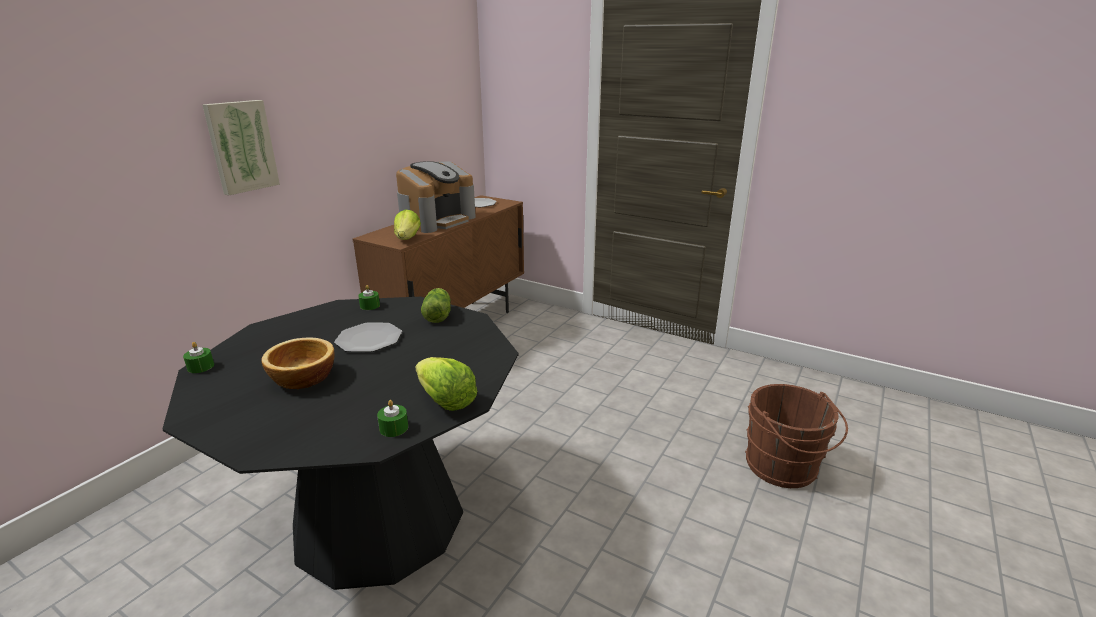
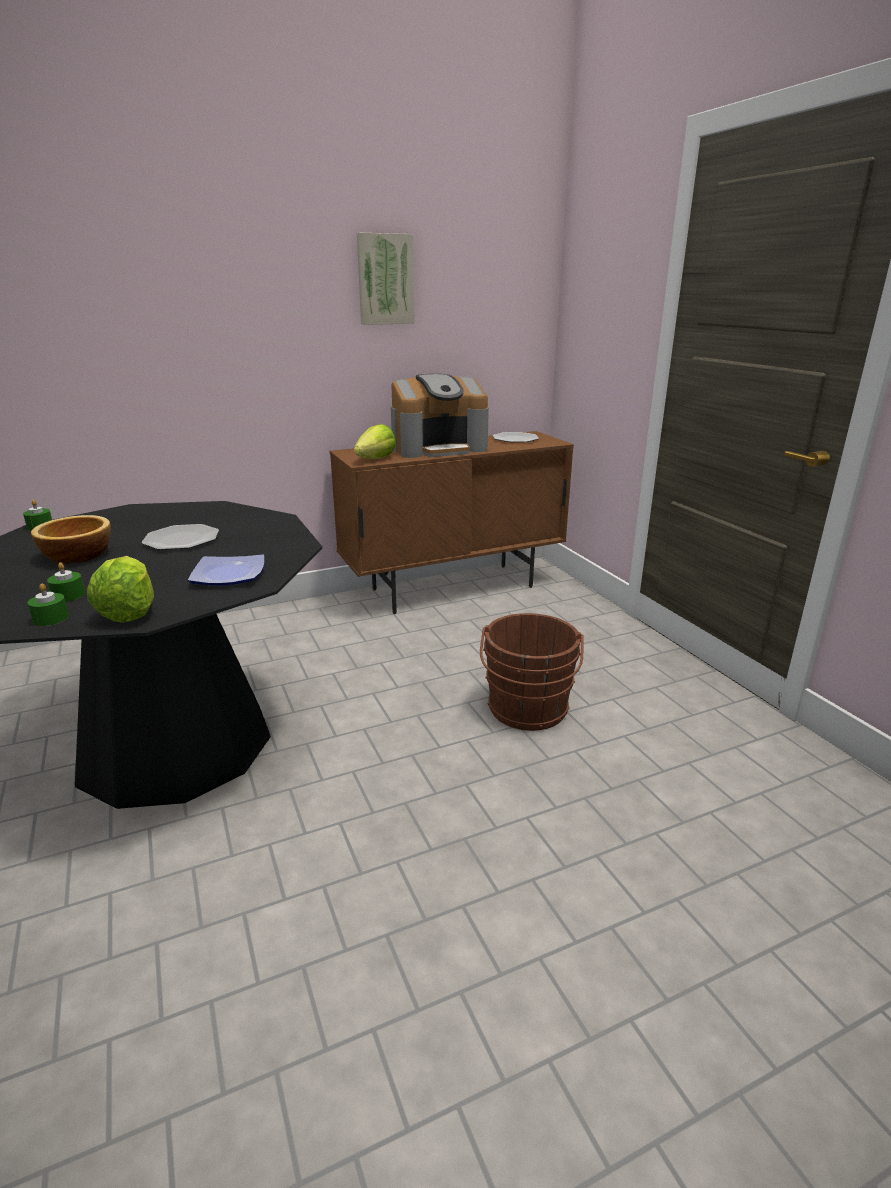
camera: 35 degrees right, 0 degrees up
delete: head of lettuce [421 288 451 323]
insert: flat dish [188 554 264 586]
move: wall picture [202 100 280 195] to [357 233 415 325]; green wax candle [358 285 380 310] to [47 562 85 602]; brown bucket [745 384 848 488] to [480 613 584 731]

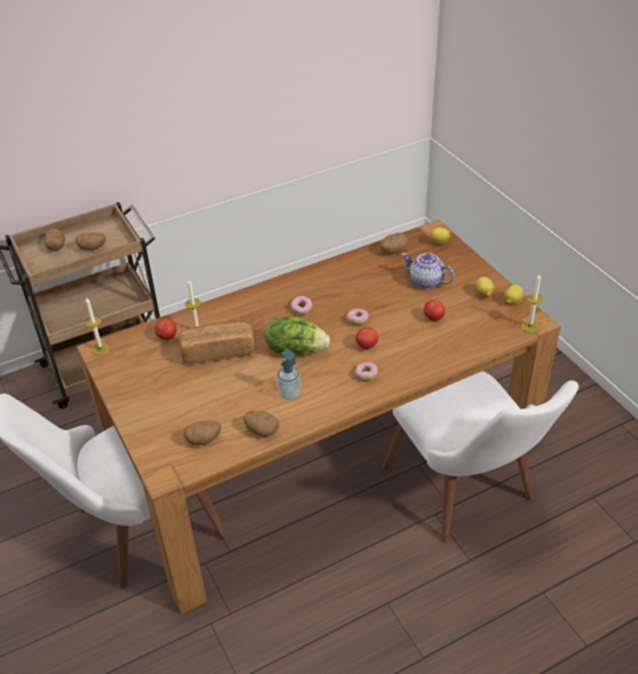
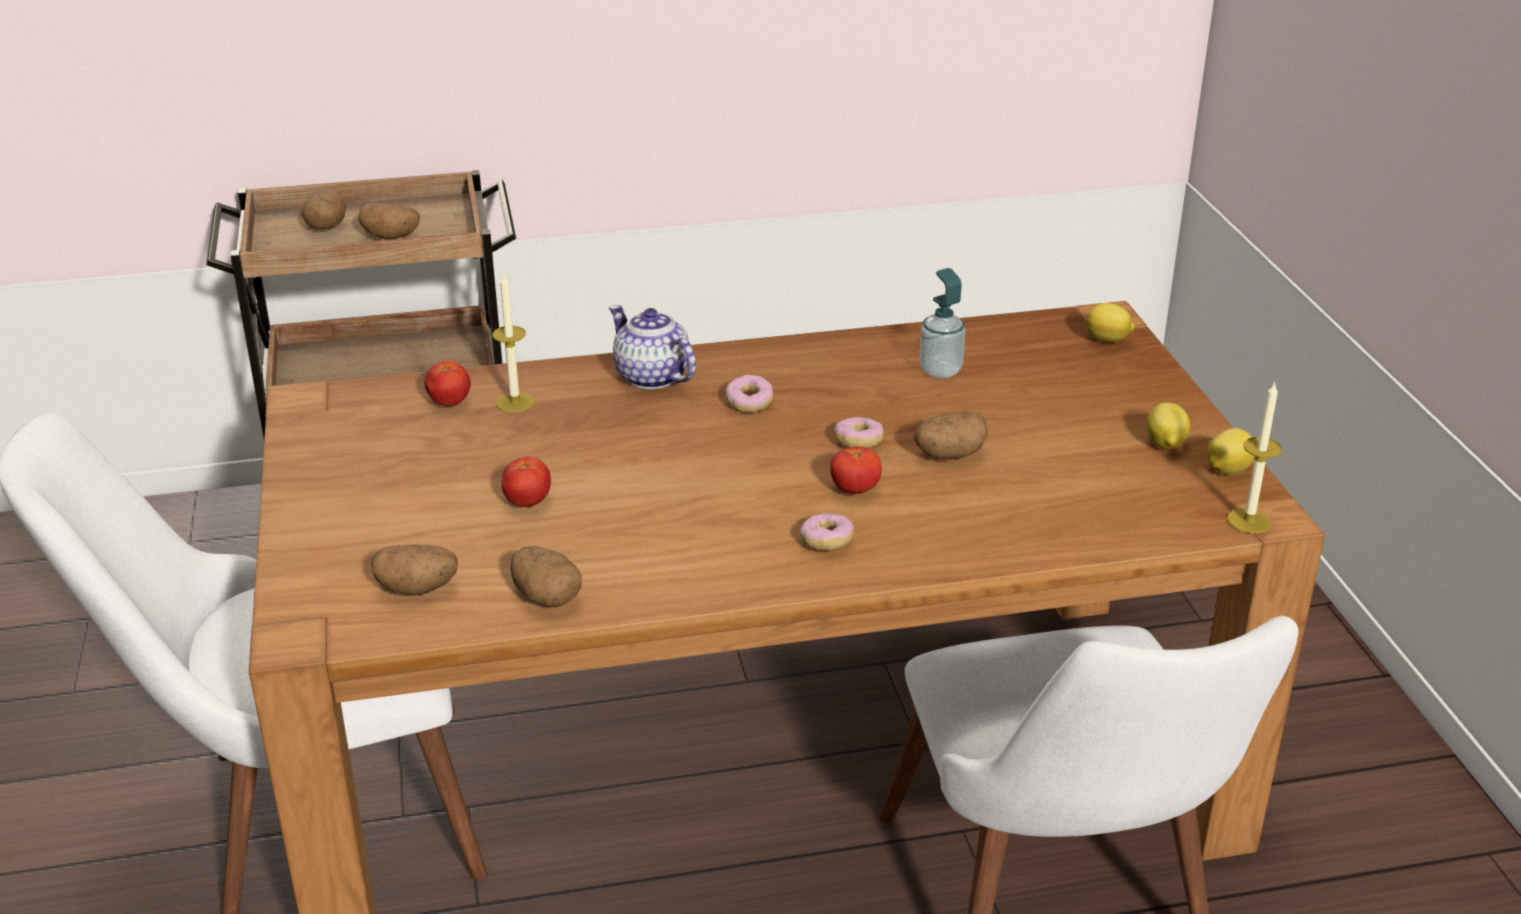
camera: 15 degrees right, 10 degrees down
delete: wax candle [85 298 110 355]; head of lettuce [265 317 330 356]; bread [178 321 255 364]
move: potato [380 232 407 254] to [914 412 987 460]; tea pot [402 253 454 289] to [609 305 696 389]; tomato [424 299 445 321] to [502 456 551 507]; liquid soap bottle [277 349 301 399] to [920 268 965 379]

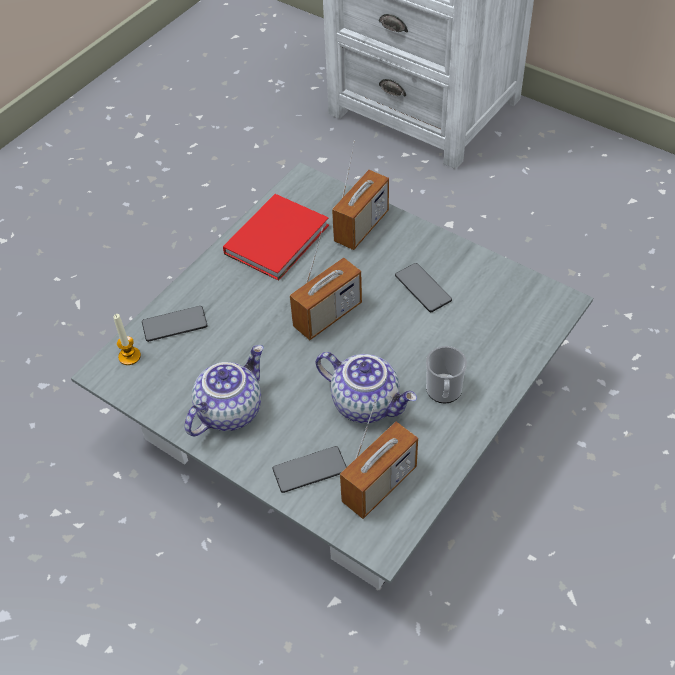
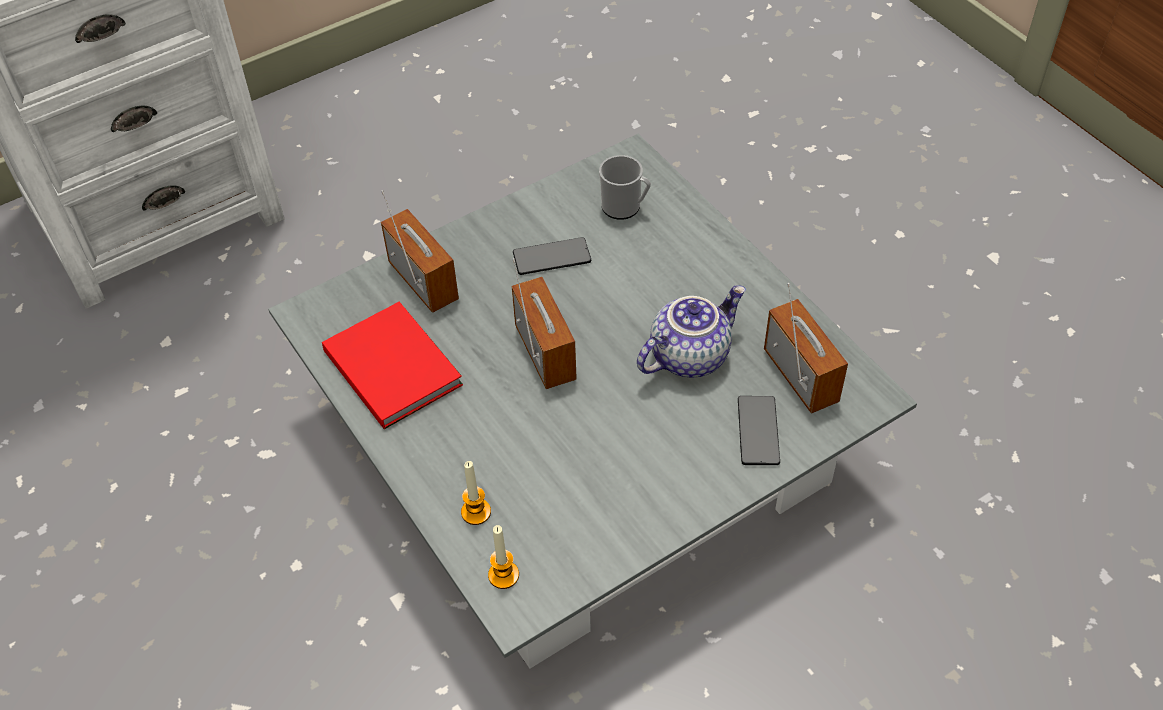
camera: 70 degrees left, 0 degrees up
delete: tea pot [184 345 264 436]
move: tea mug [426 346 467 404] to [599 155 651 220]
replace: handset [142 306 208 342] to wax candle [461 461 491 525]

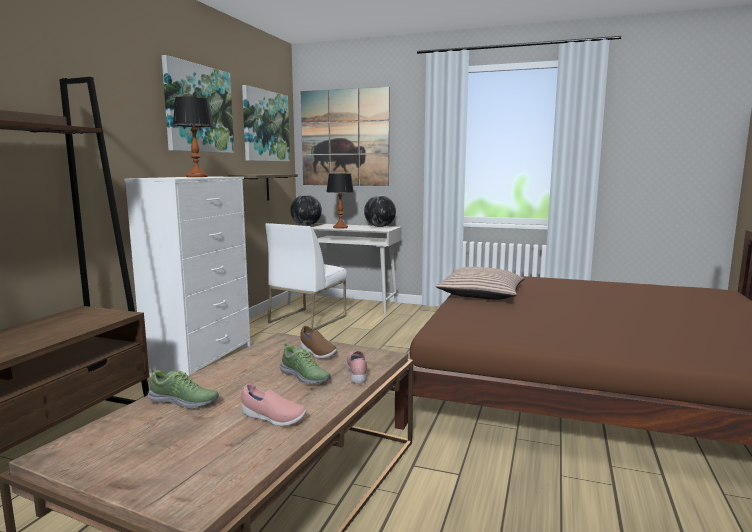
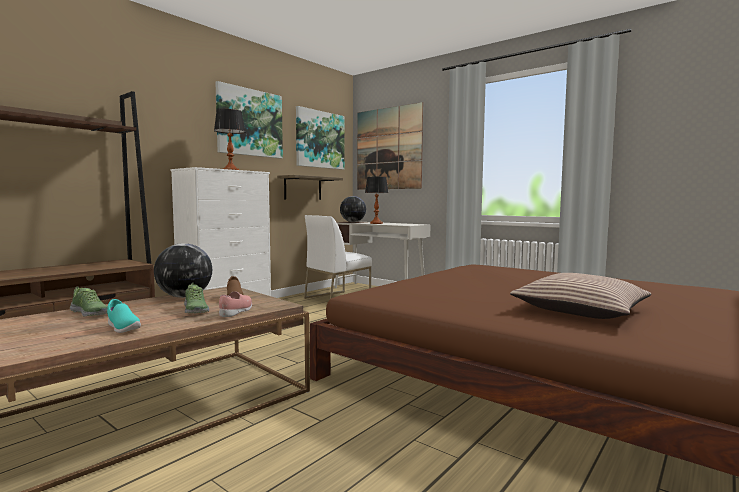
camera: 20 degrees right, 5 degrees down
move: desk globe [364 195 396 227] to [154 243 212 298]; pillow [436 267 524 300] to [510 273 651 319]
recolor: pink shoe [241 384 306 426] to turquoise shoe [107 299 141 333]

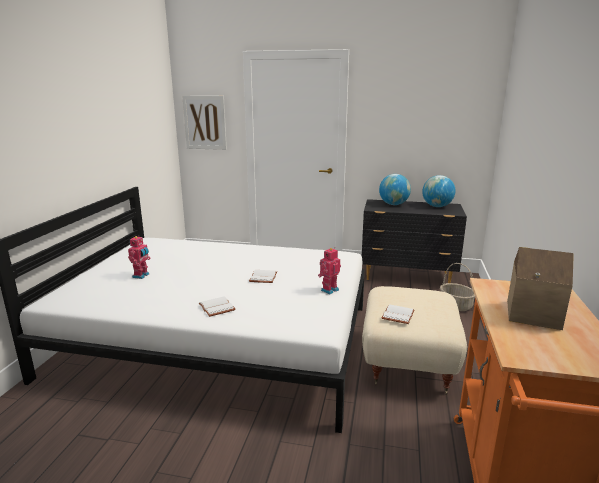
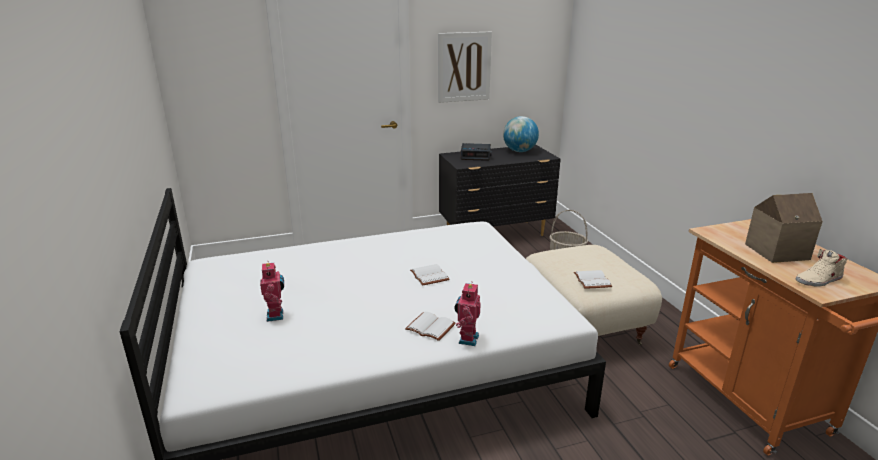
camera: 30 degrees left, 5 degrees up
insert: sand-coloured shoe [796 249 847 287]
move: wall picture [182 96 227 150] to [438 32 492 103]; model robot [318 248 341 294] to [454 281 481 346]
replace: desk globe [379 174 411 205] to bedside clock [461 143 492 161]

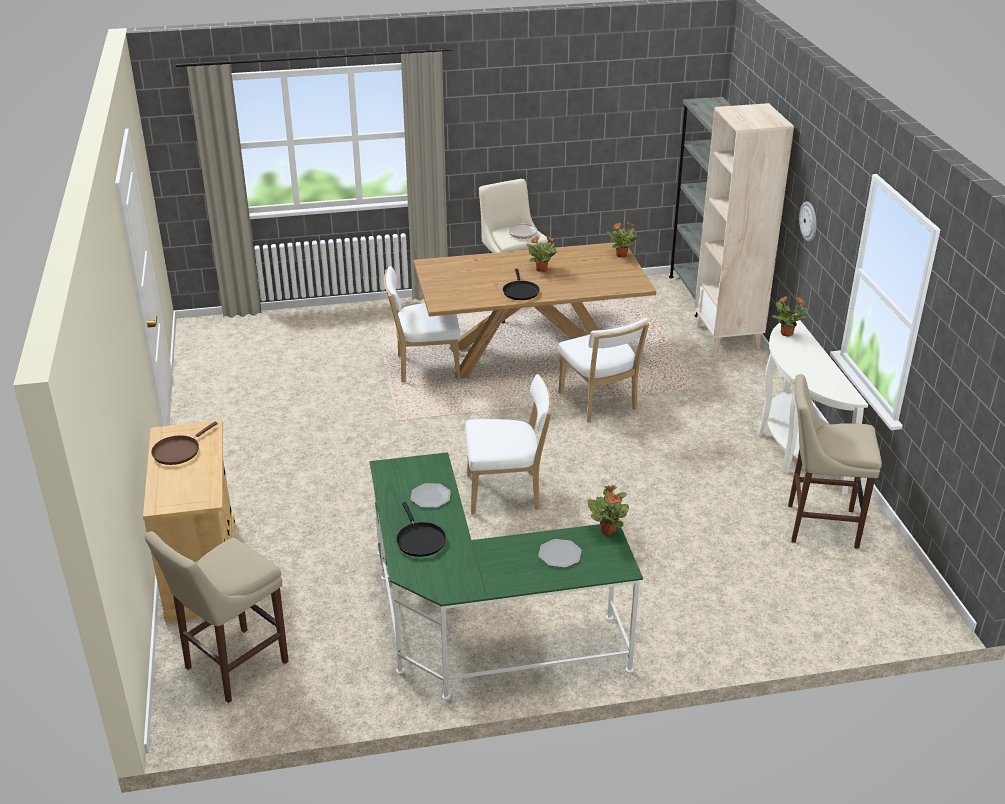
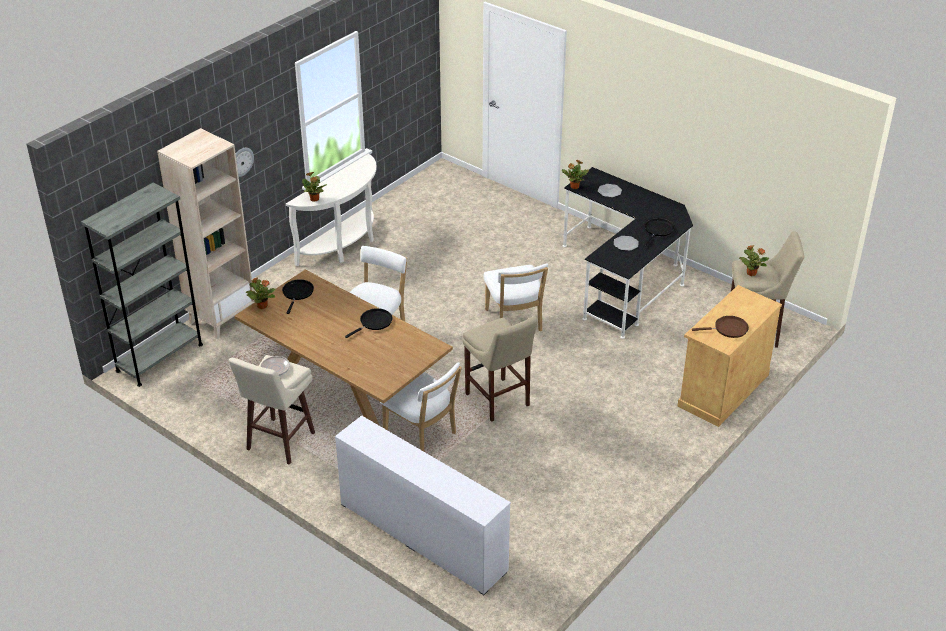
camera: 130 degrees left, 5 degrees up
insert: black skillet [282 279 314 314]; white-coloured dresser [335 416 511 595]
move: potted plant [527 236 557 272] to [739 245 769 276]; sand-coloured stool [788 374 882 549] to [462 316 538 422]
recolor: green desk unit [369 452 643 700] to black desk unit [563 167 693 339]
rotate: white-coloured plain chair [465 374 552 514] = [484 264 548 331] 150 degrees counterclockwise

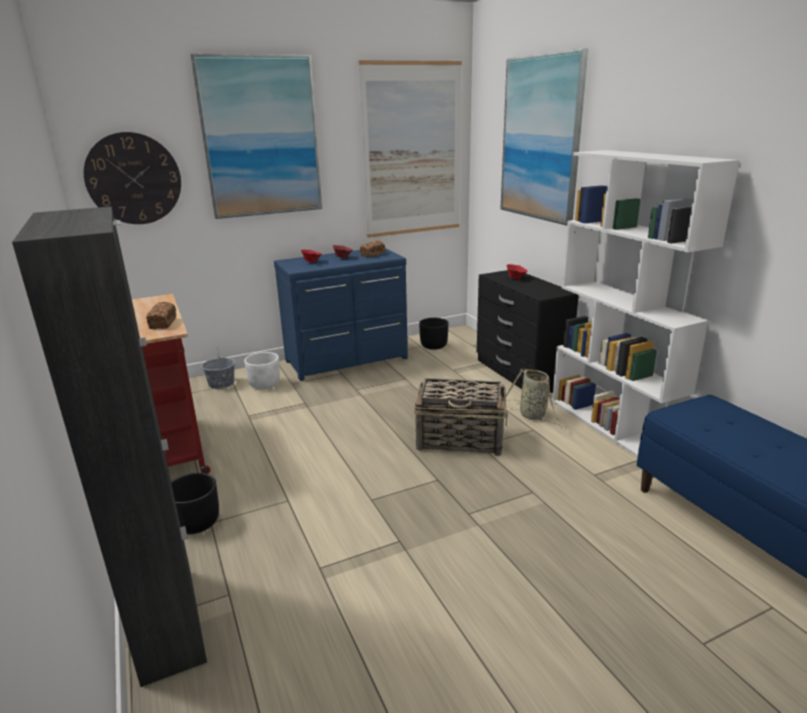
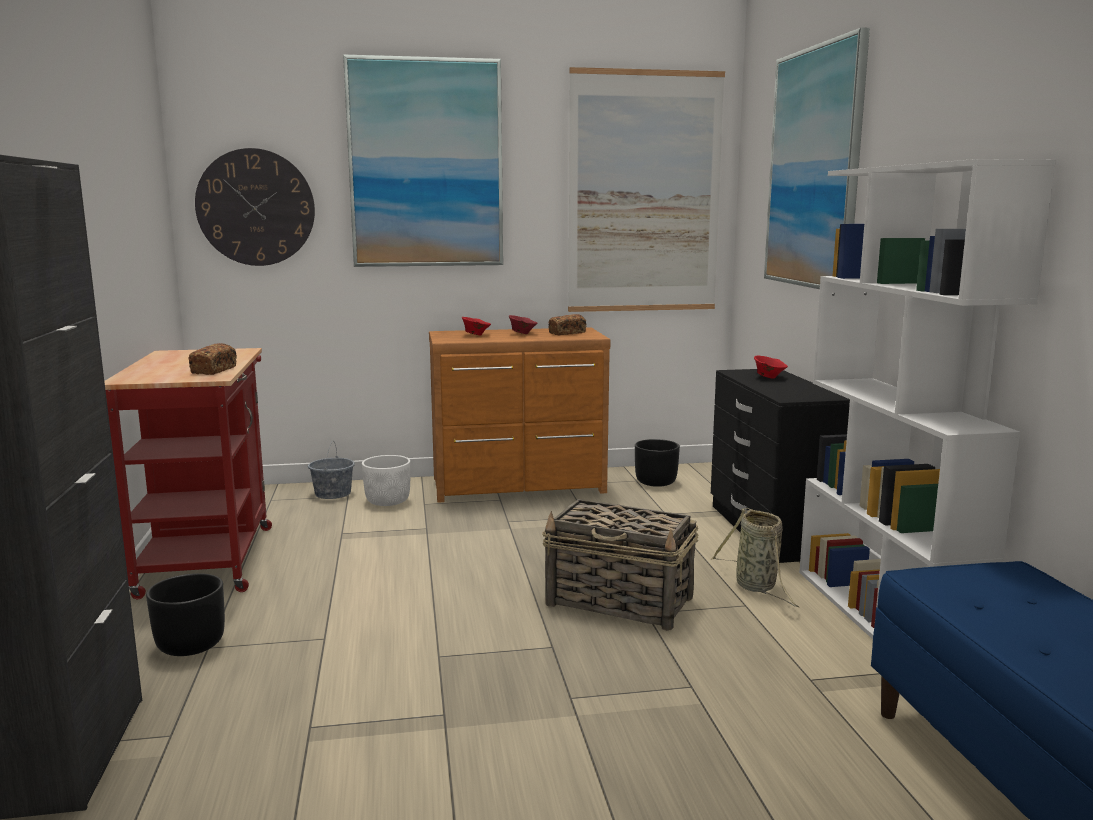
camera: 15 degrees right, 10 degrees down
recolor: blue dresser [274 248 408 381] to brown dresser [429 327 610 503]

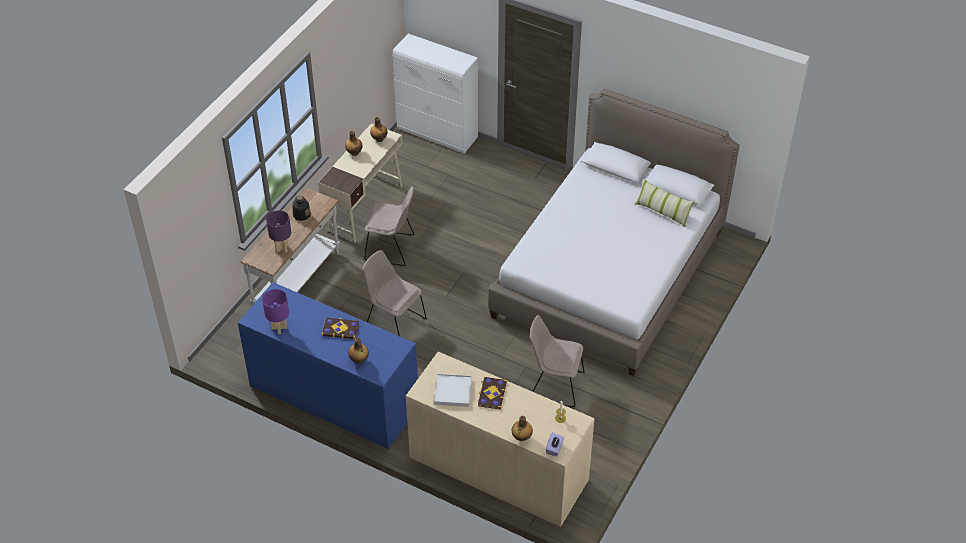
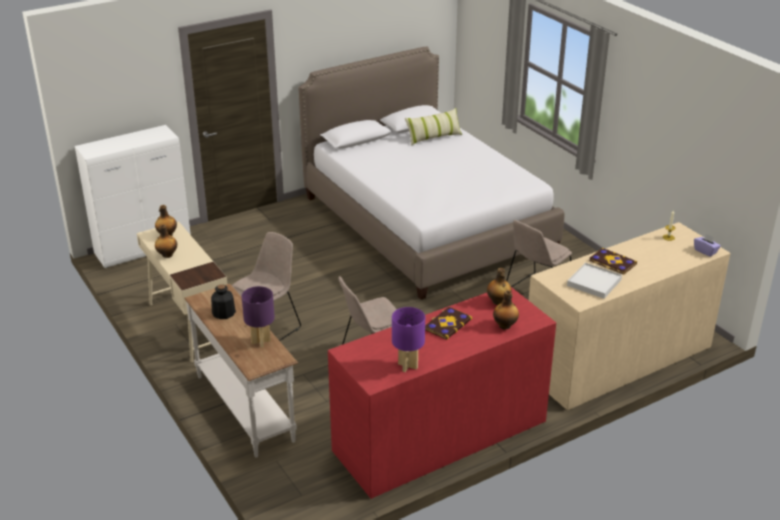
camera: 60 degrees left, 15 degrees down
move: bottle [512 416 533 441] to [487 268 512 305]
recolor: blue dresser [238 282 418 449] to red-coloured dresser [328 287 556 499]

